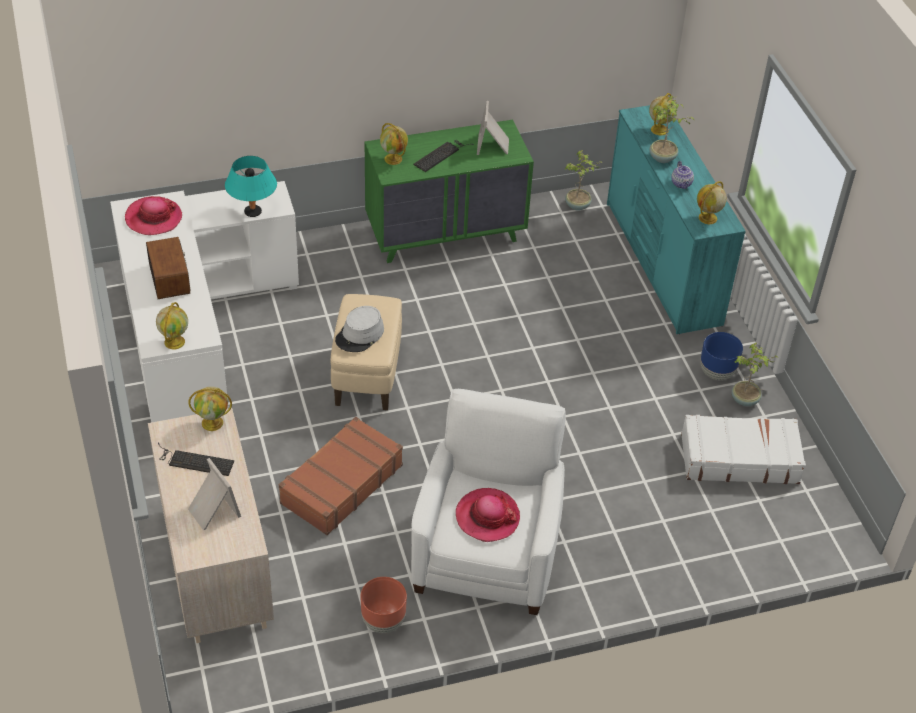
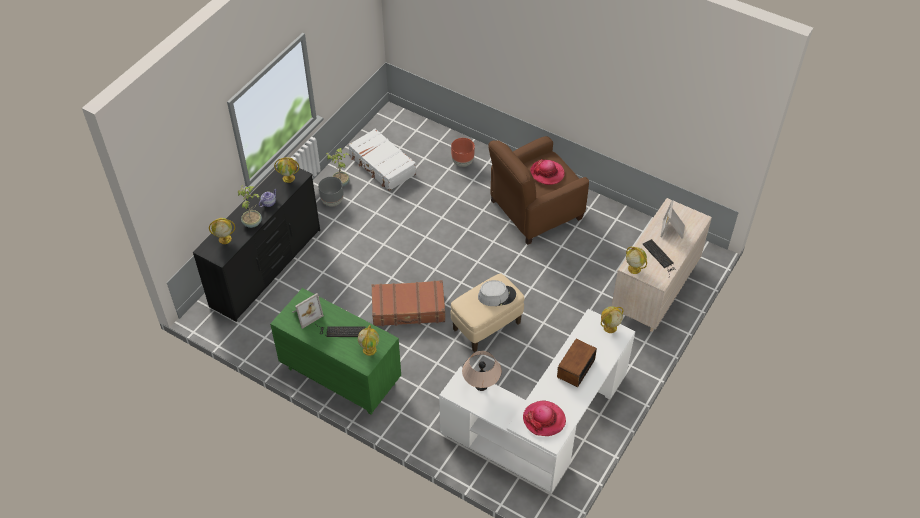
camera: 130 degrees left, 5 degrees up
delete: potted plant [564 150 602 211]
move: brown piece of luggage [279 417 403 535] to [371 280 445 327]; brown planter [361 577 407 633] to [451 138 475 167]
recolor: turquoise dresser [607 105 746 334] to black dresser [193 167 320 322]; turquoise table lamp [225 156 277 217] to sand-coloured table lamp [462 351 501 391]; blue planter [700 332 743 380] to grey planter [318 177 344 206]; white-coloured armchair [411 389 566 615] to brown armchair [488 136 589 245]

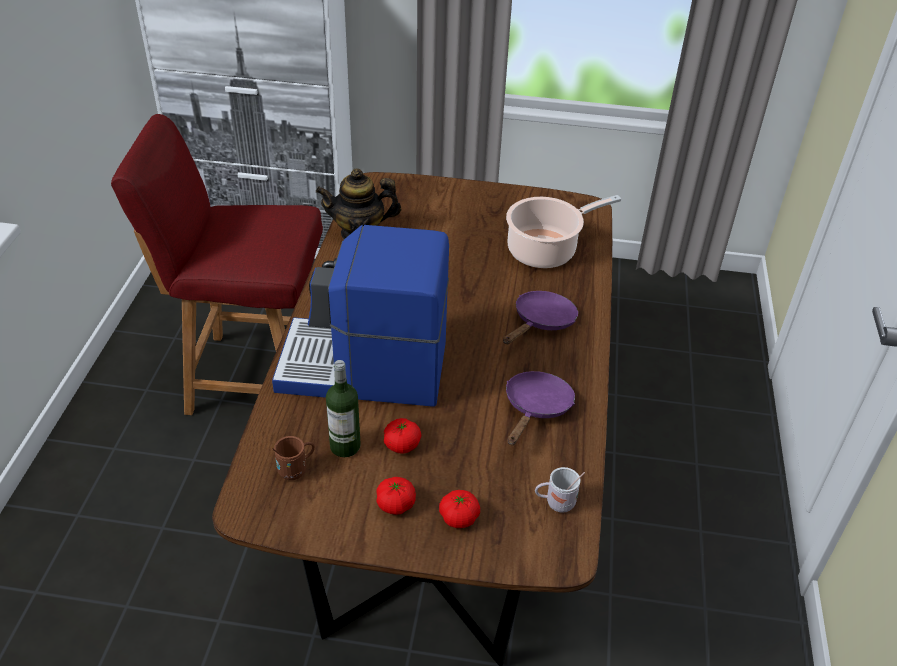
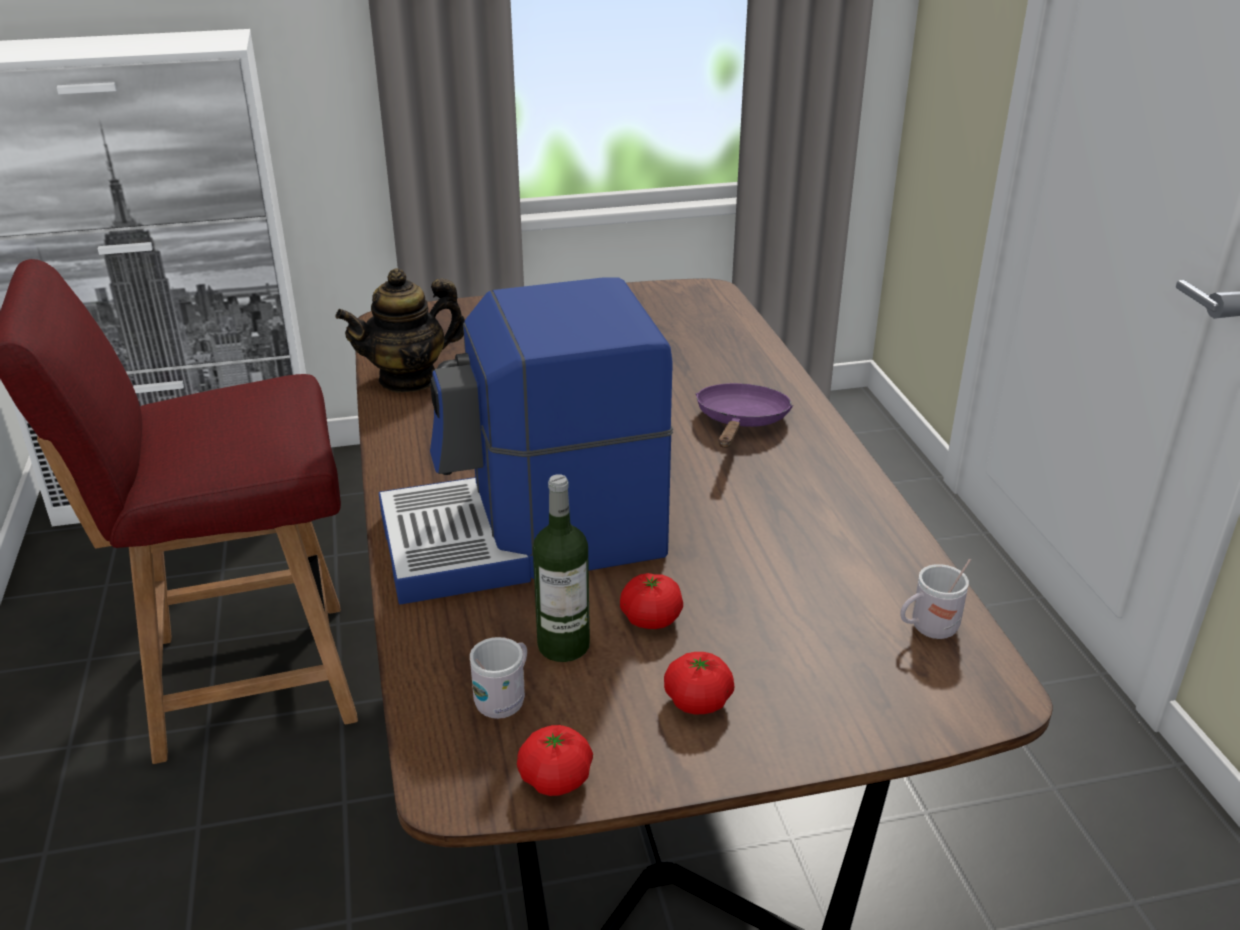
camera: 20 degrees left, 10 degrees down
delete: cooking pot [506 195 621 268]; purplish skillet [506 371 575 445]
move: tomato [439 490 480 528] to [517 725 593 796]
recolor: brown tea mug [272 436 315 480] to white-coloured tea mug [470 637 527 719]

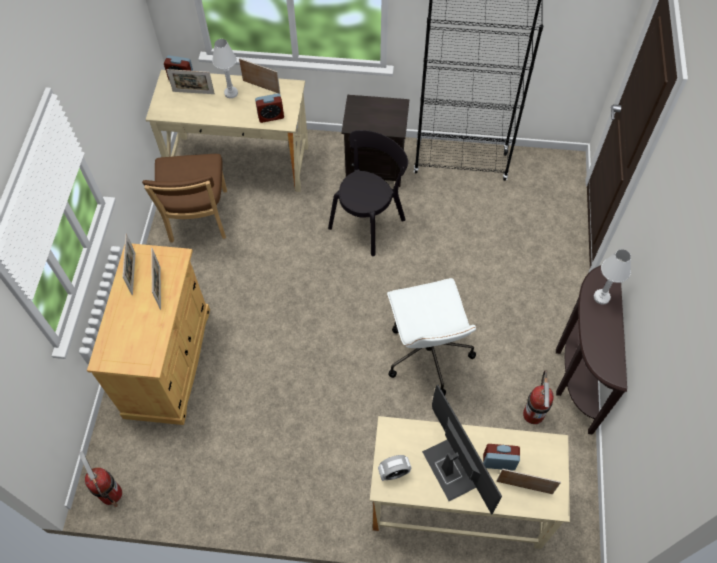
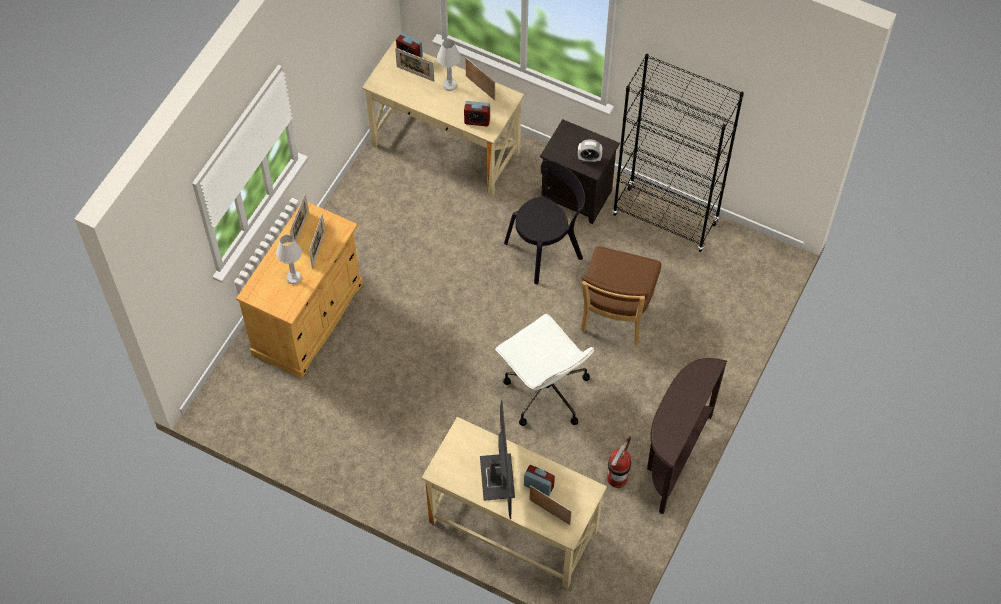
camera: 20 degrees right, 0 degrees up
delete: extinguisher [79 451 122 507]
move: brown plain chair [142 154 227 243] to [581 246 661 345]; white-coloured table lamp [594 249 631 305] to [276 235 302 285]; bedside clock [378 455 411 481] to [578 139 602 162]
rotate: white-coloured desk chair [387 278 477 395] = [495 314 594 426] 45 degrees counterclockwise

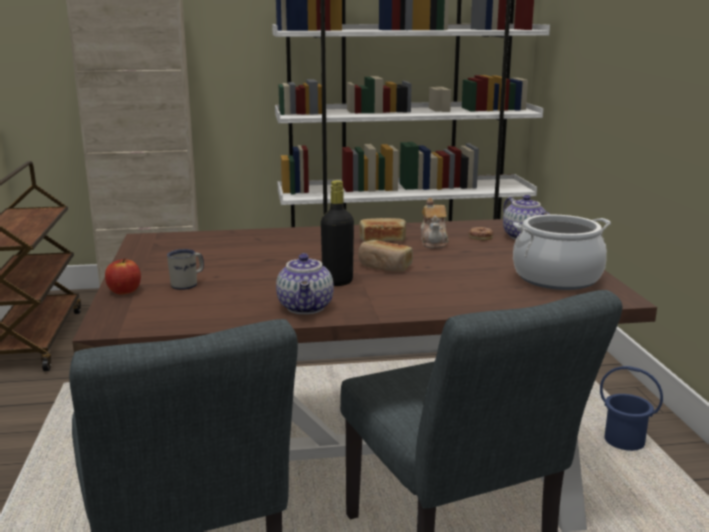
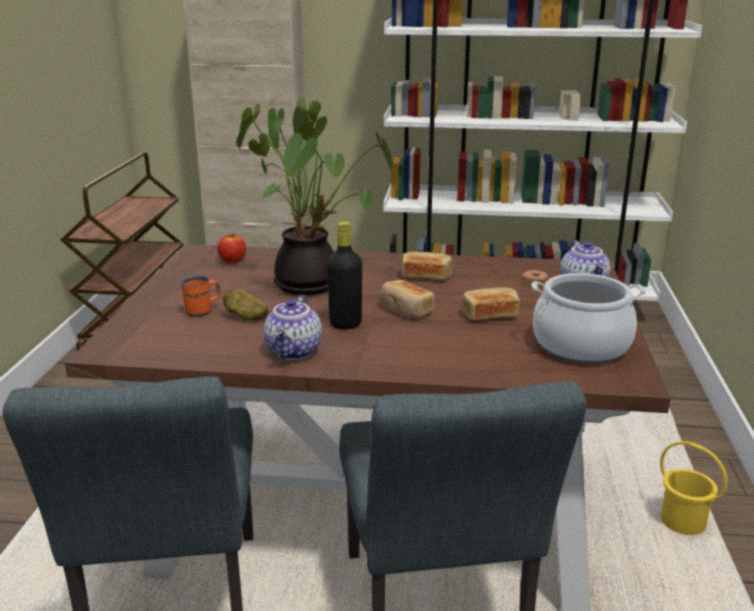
camera: 15 degrees right, 5 degrees up
delete: tea pot [421 198 449 248]
insert: potted plant [236 98 394 295]; bread [463 288 520 320]; potato [223 289 268 321]
move: apple fruit [105 258 141 294] to [217 234 246 264]
recolor: white-coloured tea mug [167 249 204 290] to orangey tea mug [181 276 220 317]; blue bucket [600 366 663 451] to yellow bucket [660 441 727 535]

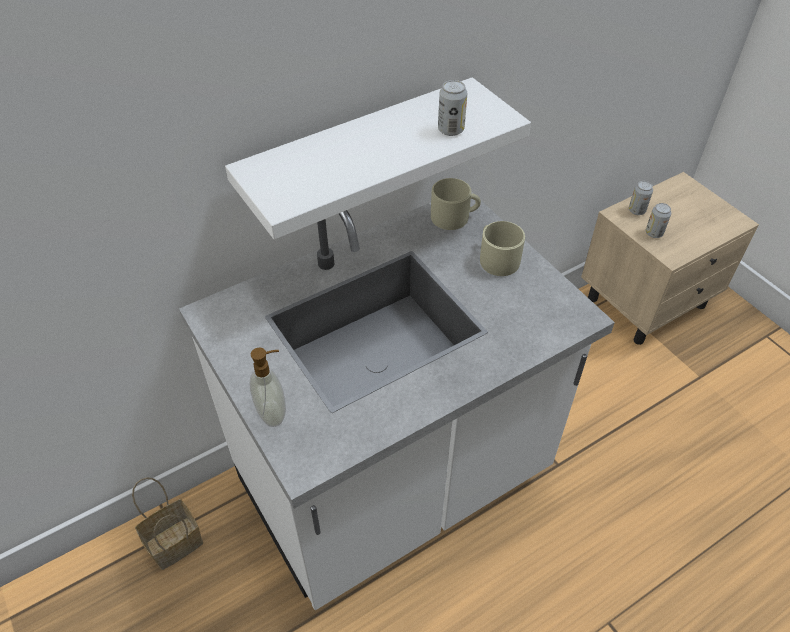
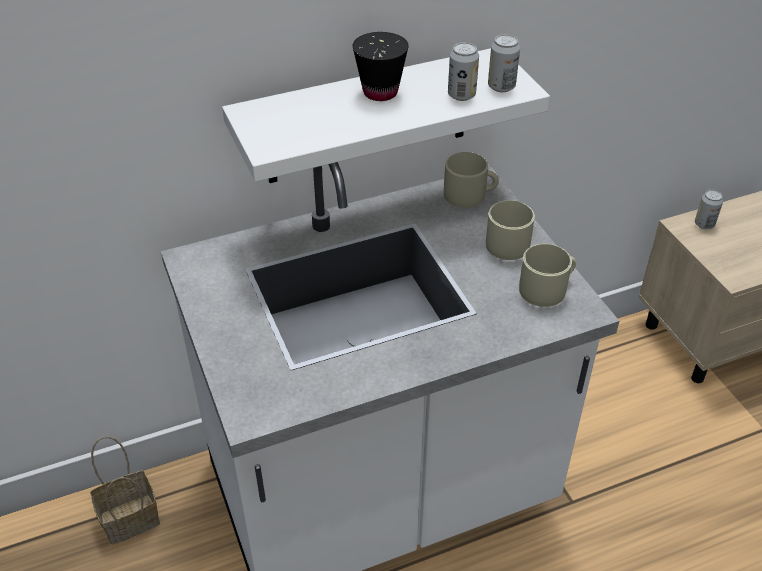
camera: 10 degrees right, 5 degrees down
delete: liquid soap bottle [250 348 286 427]
insert: black small cup [353 32 409 101]; sand-coloured tea mug [519 244 576 307]
move: sealed can [646 203 671 238] to [488 34 520 92]

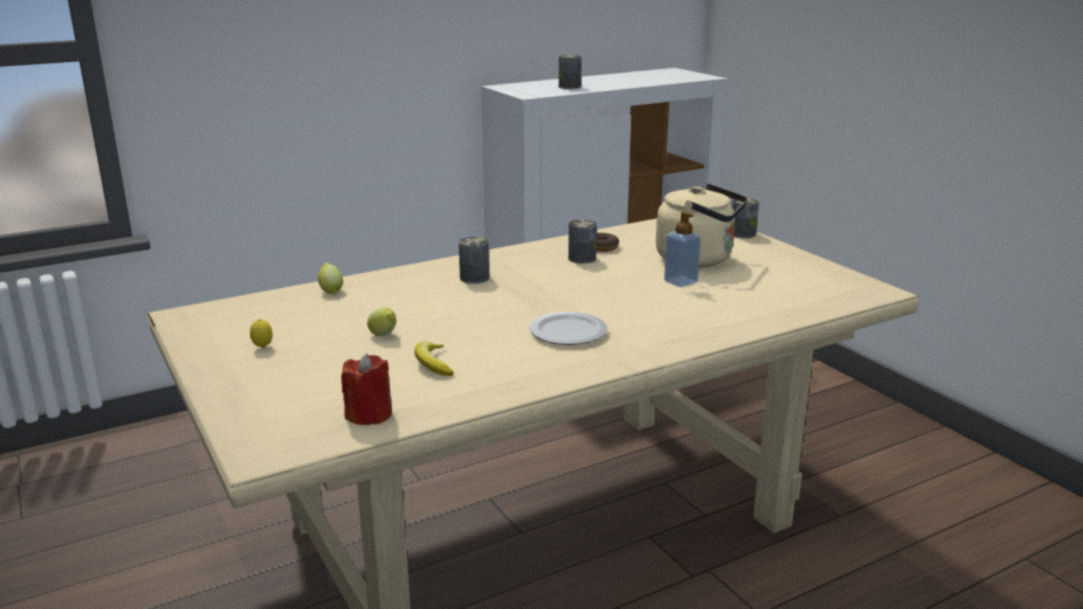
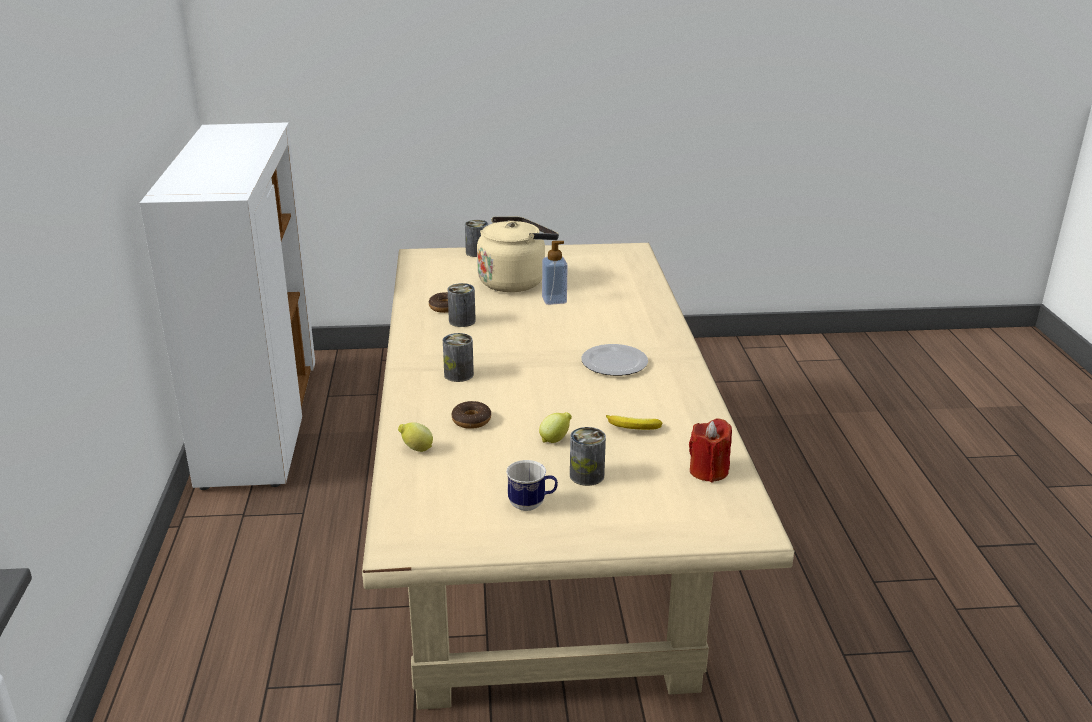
camera: 65 degrees left, 5 degrees up
insert: doughnut [452 401 491 429]
move: sealed can [559 55 582 89] to [570 427 606 486]
replace: whole lemon [250 319 273 348] to tea mug [506 460 558 511]

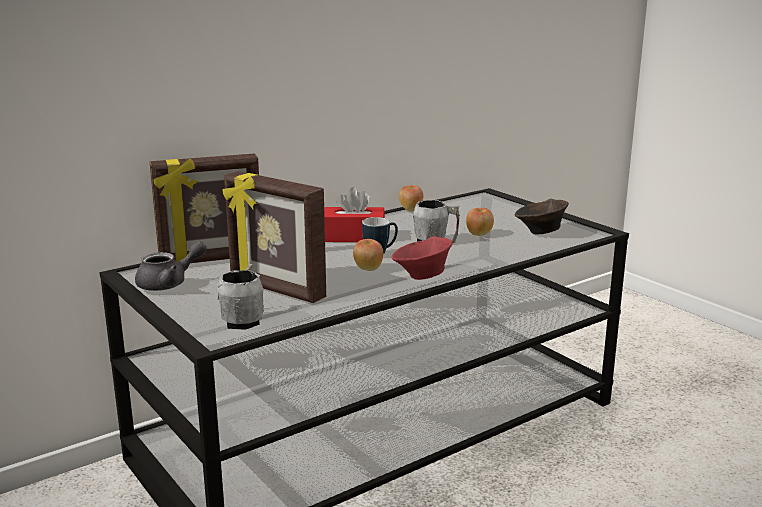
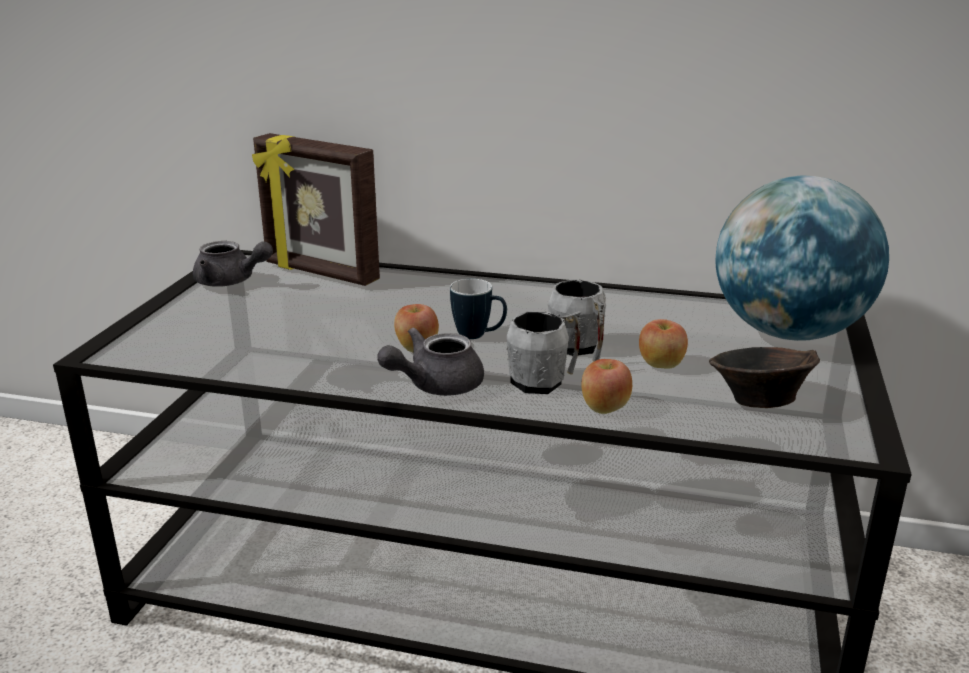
camera: 50 degrees right, 5 degrees up
delete: standing frame [222 171 326 303]; red-coloured box of tissues [324 187 385 242]
insert: desk globe [715 175 889 341]
move: apple fruit [399 185 423 212] to [581 359 632 414]; grey tea mug [217 264 264 330] to [506 311 581 394]
replace: red-coloured deep dish [391 236 453 280] to grey tea pot [377 327 484 396]

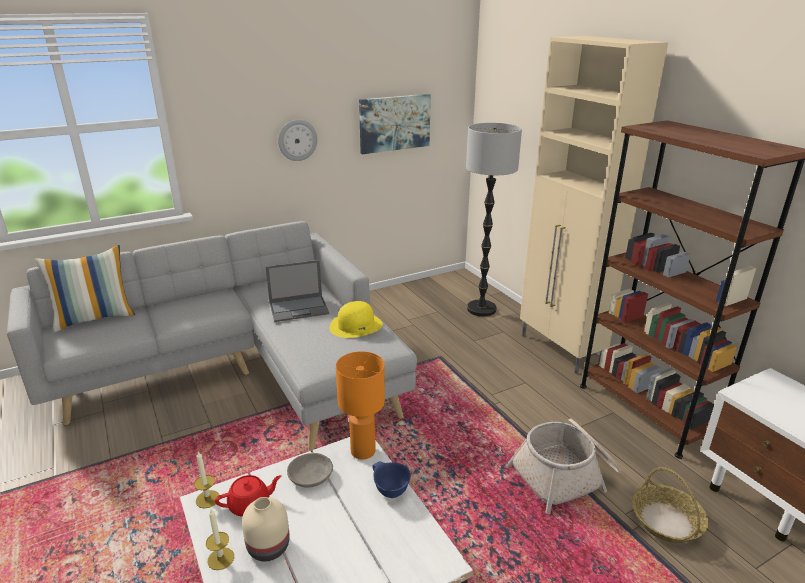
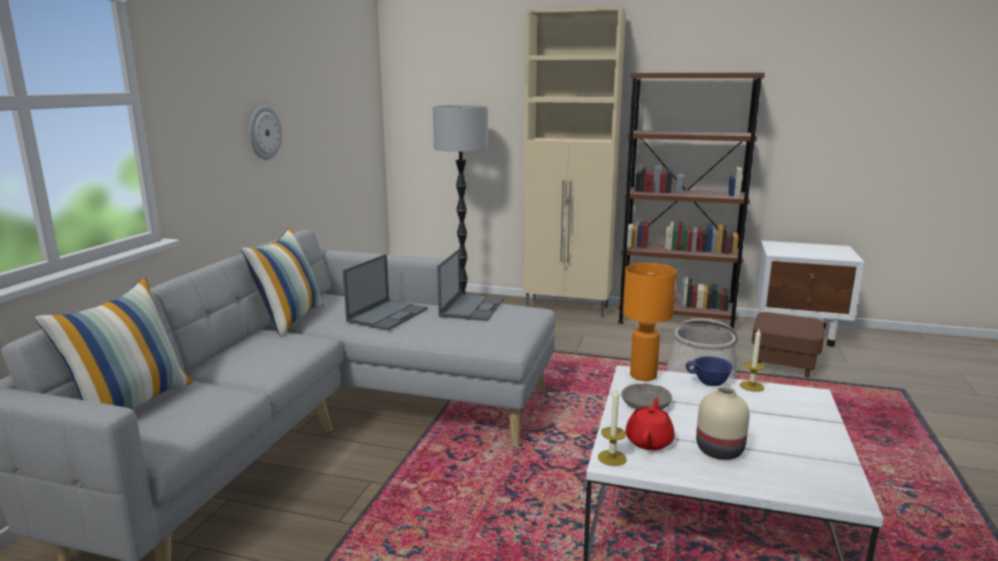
camera: 45 degrees left, 10 degrees down
delete: wall picture [359 94 431 154]
insert: pillow [241 227 324 337]
move: wax candle [206 509 234 570] to [740 329 765 392]
replace: yellow wearable hat [329 301 382 338] to portable computer [437 249 504 321]; basket [632 467 709 543] to brown ottoman [752 312 824 377]

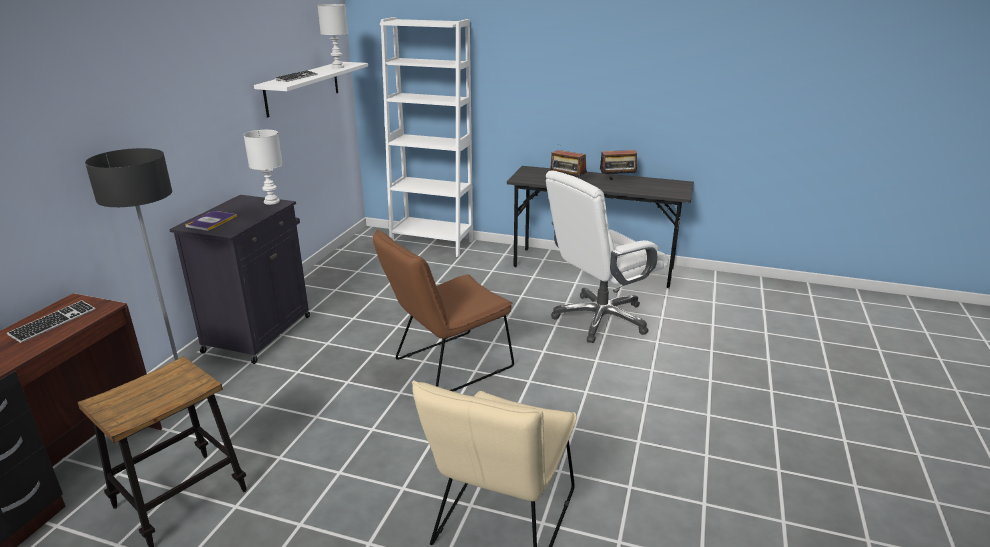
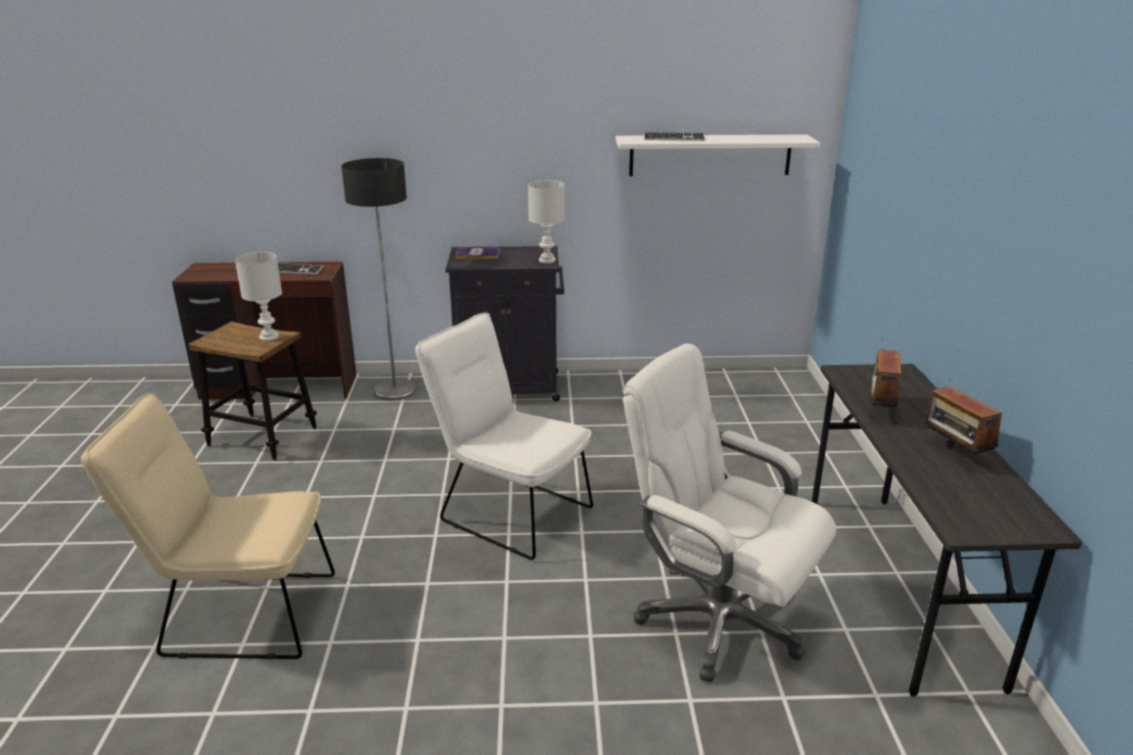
camera: 70 degrees right, 0 degrees up
delete: white-coloured bookcase [380 17 473 257]
move: white-coloured table lamp [317 4 348 68] to [235 252 282 341]
recolor: brown plain chair [373 229 514 391] to white-coloured plain chair [415 312 593 560]

